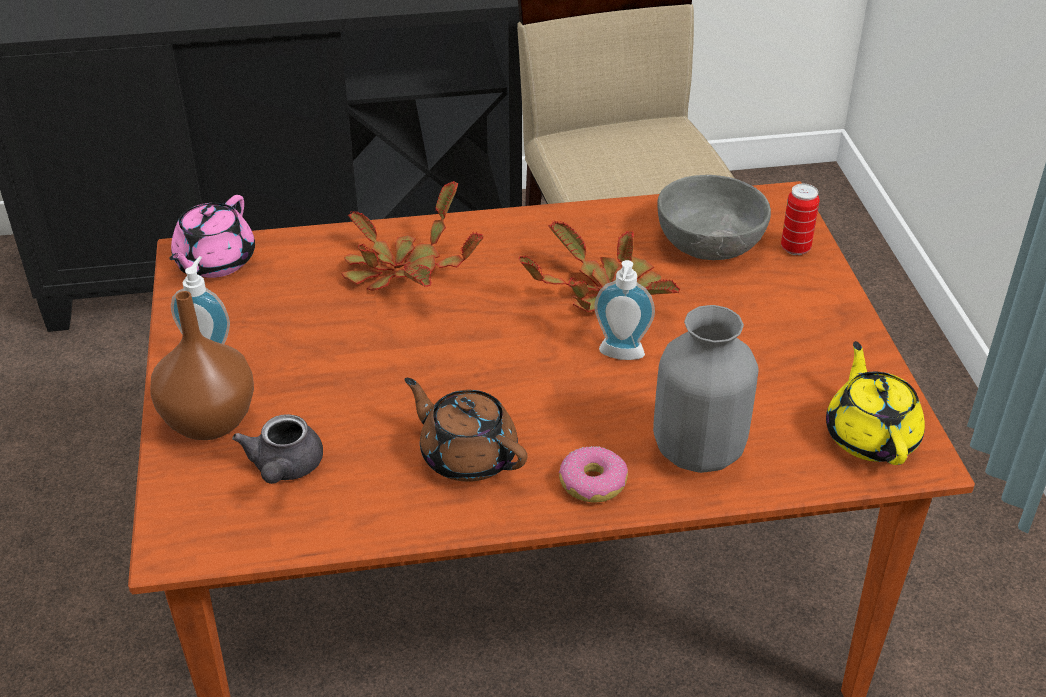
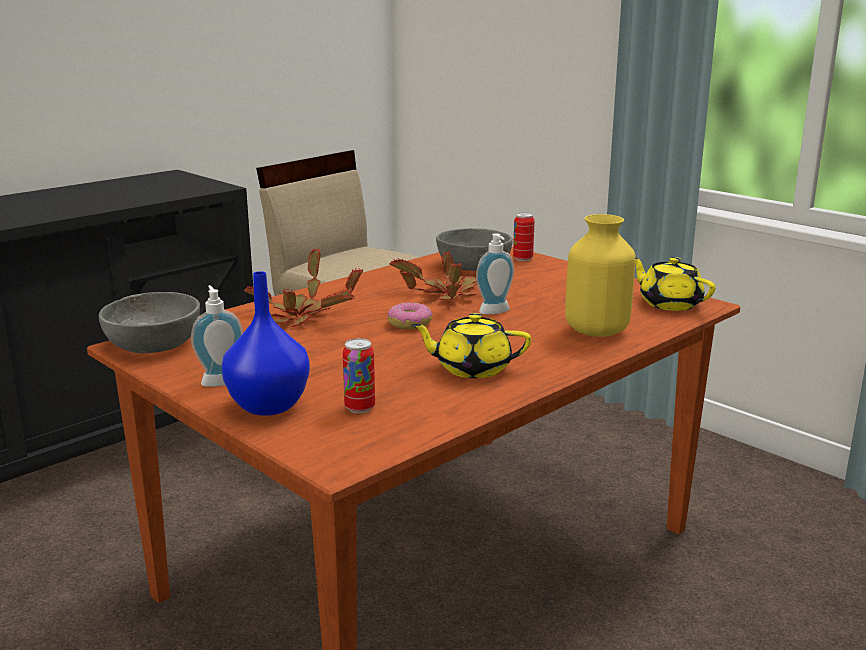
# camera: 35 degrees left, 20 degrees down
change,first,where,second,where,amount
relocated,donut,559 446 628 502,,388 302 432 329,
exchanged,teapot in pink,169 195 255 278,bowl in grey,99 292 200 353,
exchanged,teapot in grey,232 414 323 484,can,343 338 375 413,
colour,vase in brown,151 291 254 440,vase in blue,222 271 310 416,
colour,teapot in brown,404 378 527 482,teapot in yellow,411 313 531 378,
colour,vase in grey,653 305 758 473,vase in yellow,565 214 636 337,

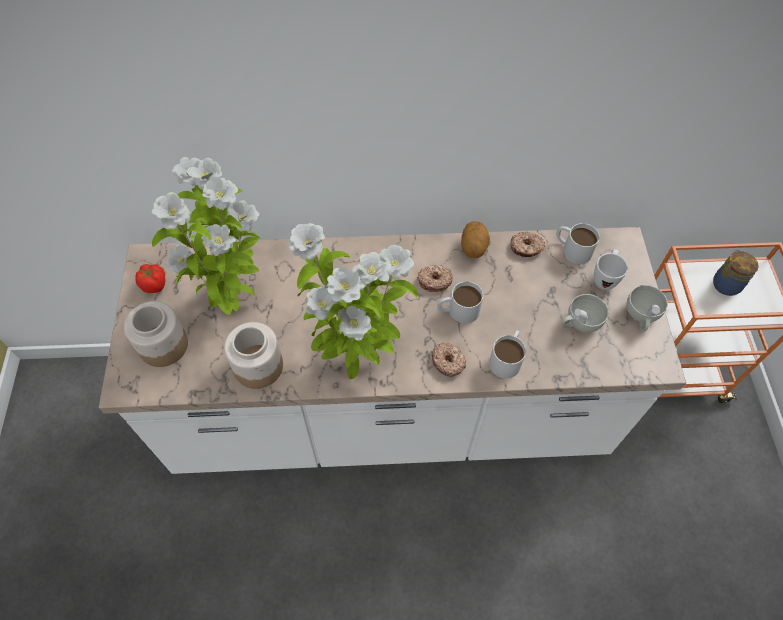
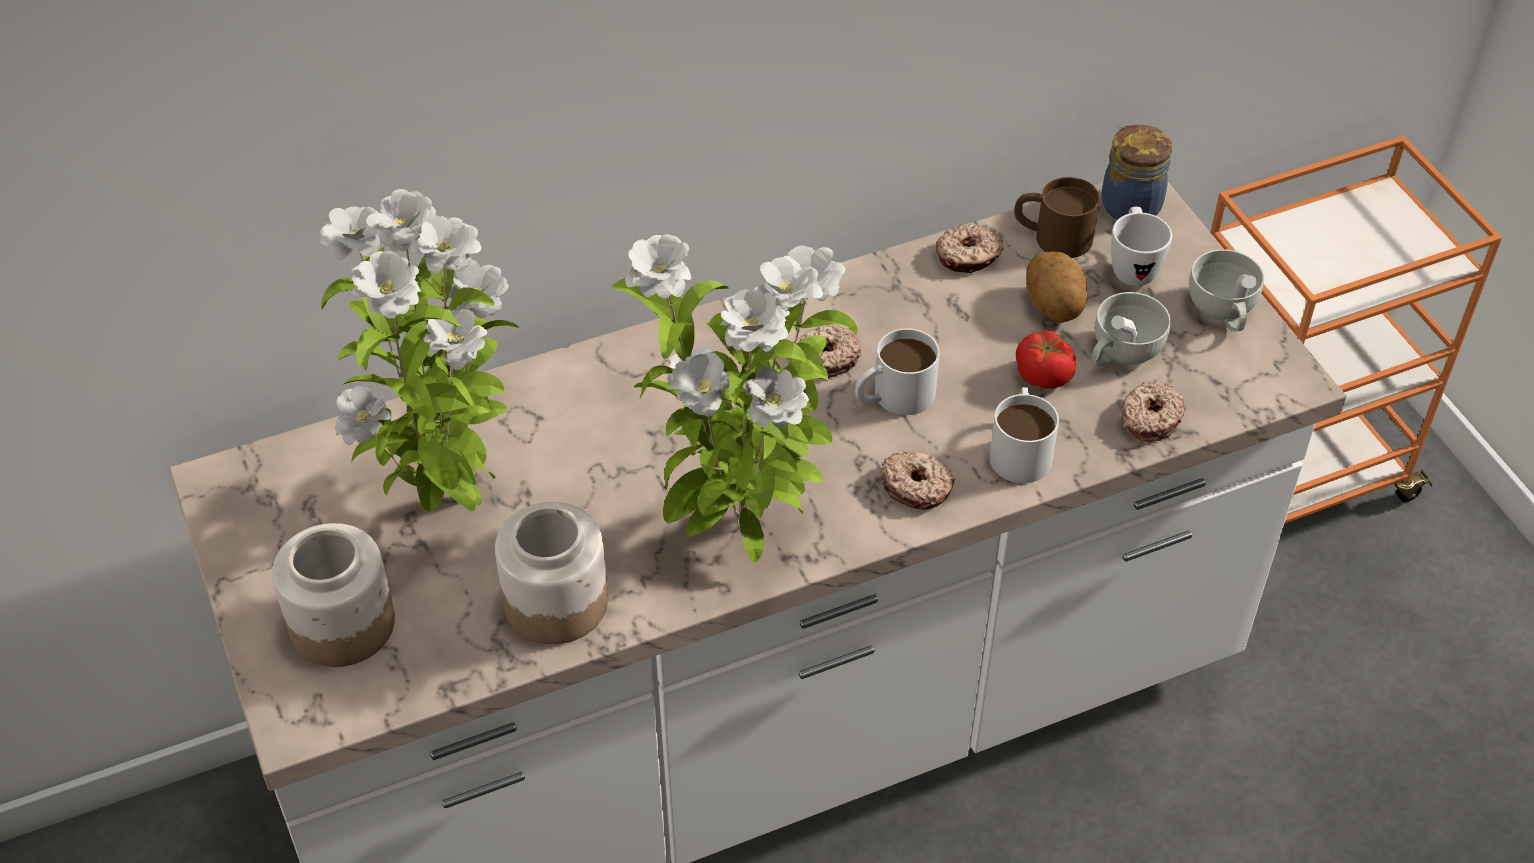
# camera: 20 degrees left, 10 degrees down
change,first,where,second,where,amount
appeared,,,donut,1121 380 1186 442,
relocated,tomato,135 264 165 293,,1016 330 1076 389,
relocated,potato,461 221 490 258,,1027 251 1087 322,
relocated,jar,713 250 759 296,,1102 124 1172 220,
colour,mug in white,556 223 600 264,mug in brown,1015 177 1100 258,

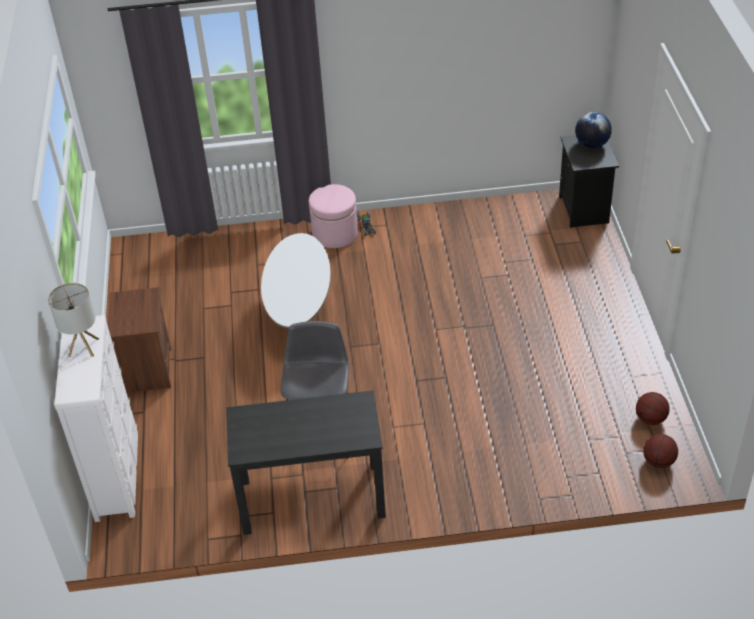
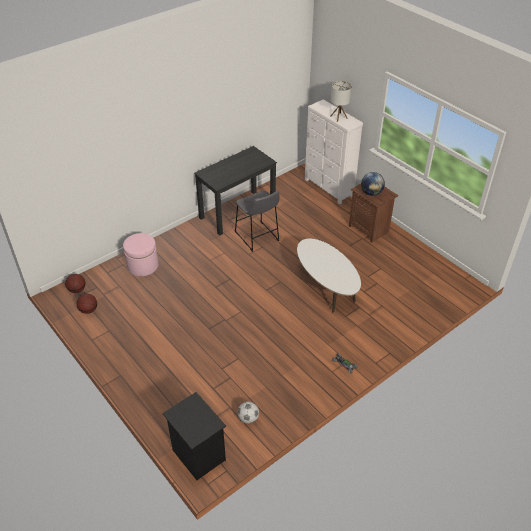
# camera: 145 degrees right, 0 degrees up
change,first,where,second,where,amount
appeared,,,football,238 401 259 423,
relocated,ottoman in pink,309 184 358 248,,123 233 158 276,
relocated,globe,575 112 612 148,,361 172 385 196,

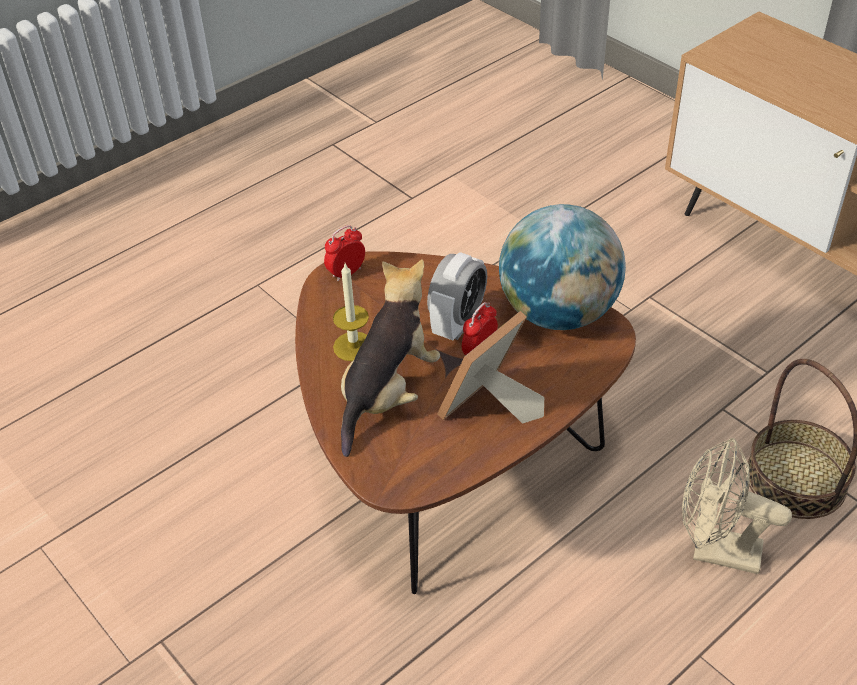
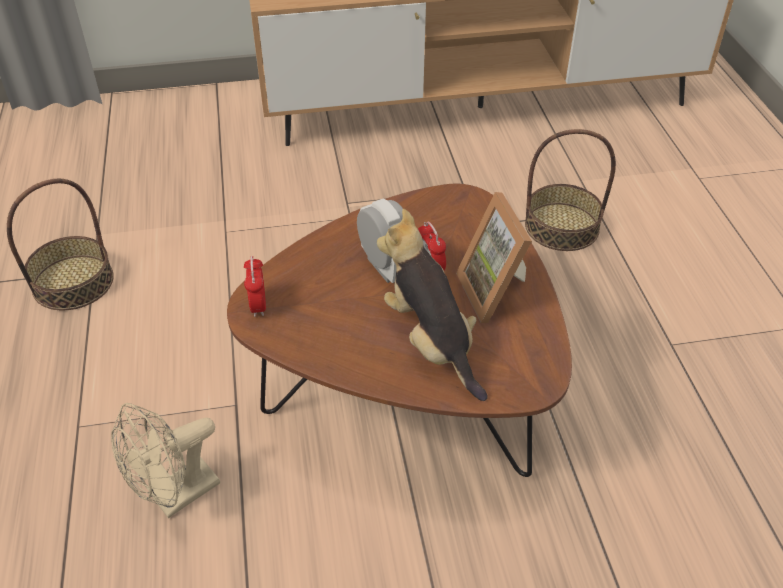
# camera: 60 degrees left, 0 degrees up
change,first,where,second,where,amount
missing,candle,333 264 369 361,,,
missing,globe,499 204 626 330,,,
appeared,,,basket,7 179 114 311,
relocated,fan in beige,682 438 792 574,,111 403 220 518,

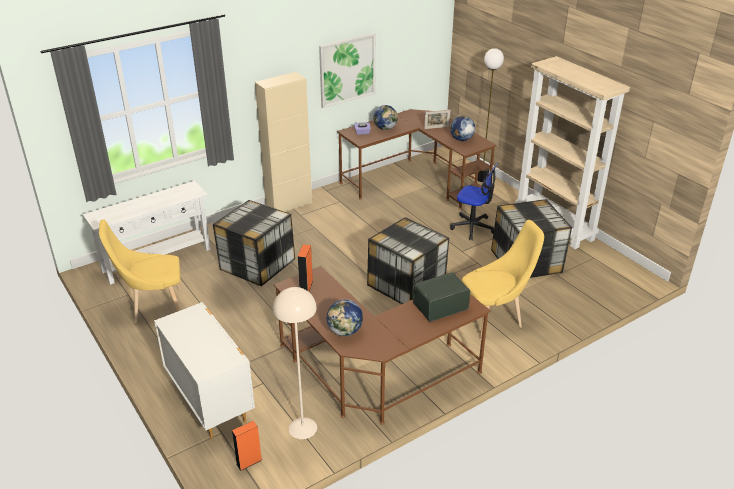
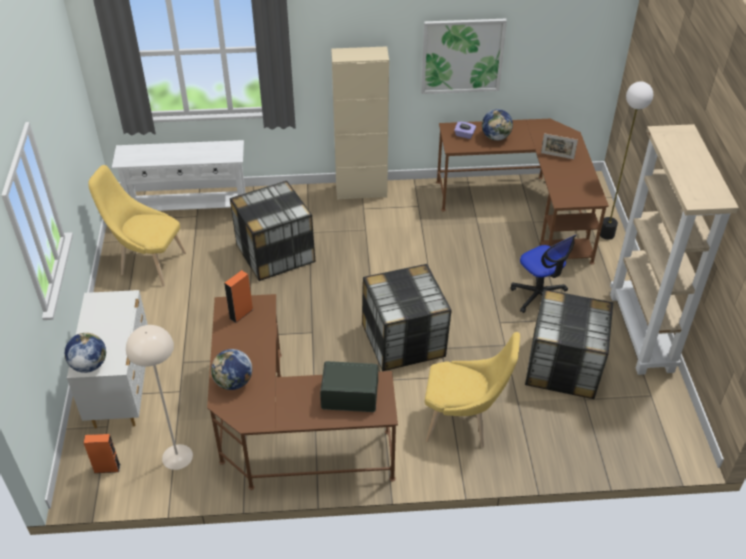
# camera: 30 degrees right, 10 degrees up
change,first,where,second,where,amount
relocated,globe,450 116 475 141,,65 333 106 373,

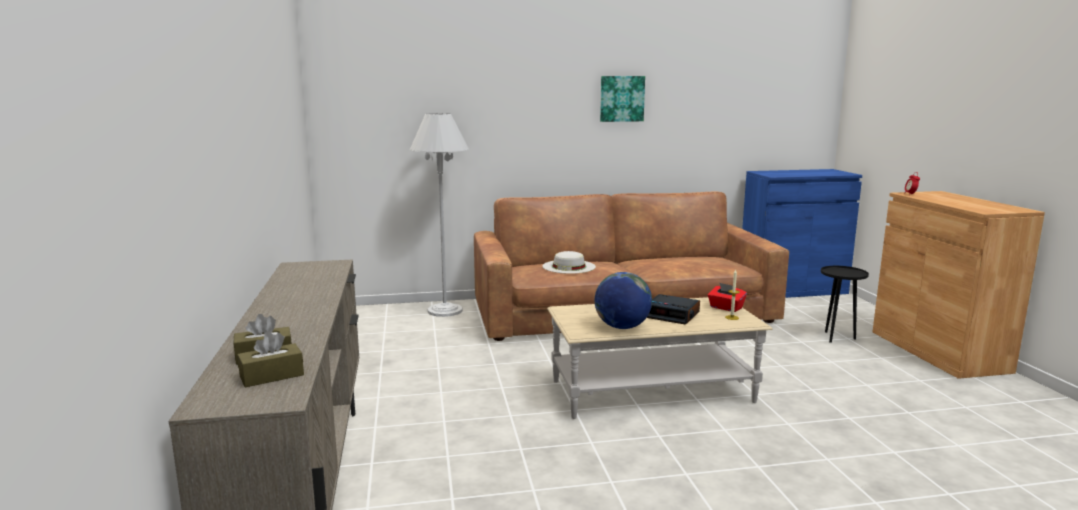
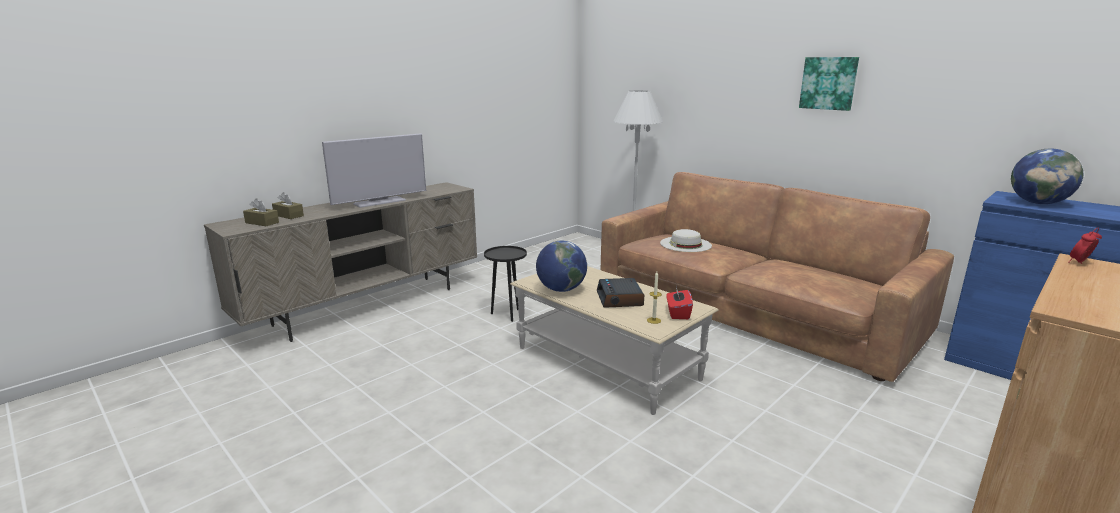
# camera: 55 degrees right, 5 degrees up
change,first,where,second,where,amount
appeared,,,television,322 133 426 208,
appeared,,,globe,1011 149 1083 204,
relocated,side table in black,821 266 869 343,,484 246 527 322,

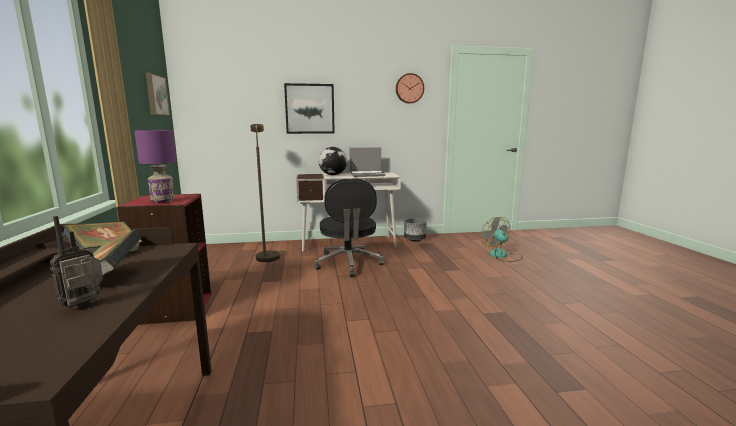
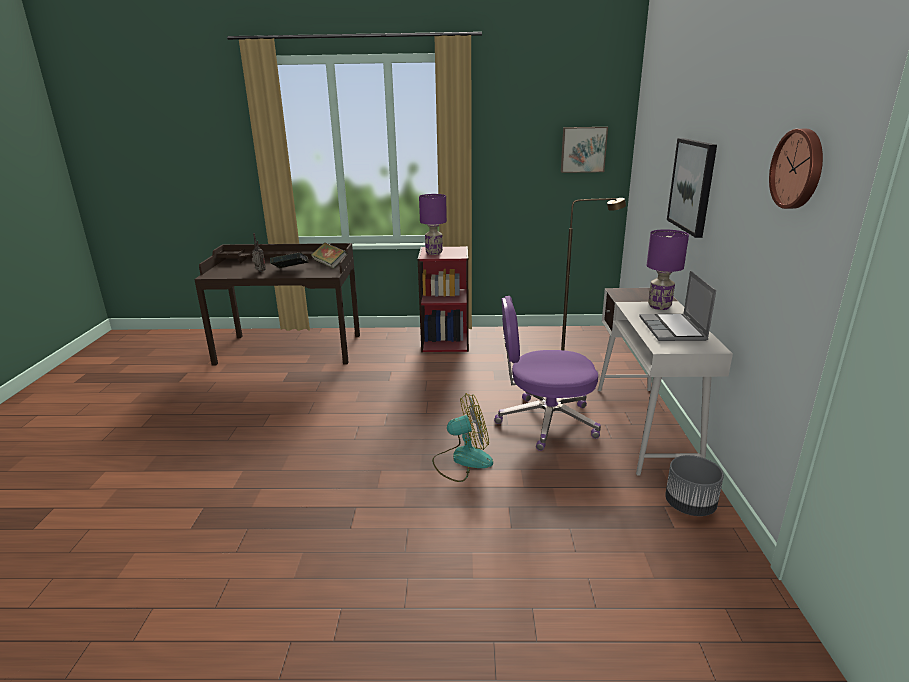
# camera: 100 degrees right, 10 degrees up
change,first,where,second,where,amount
relocated,fan,481 217 523 262,,432 393 493 482,
exchanged,globe,319 147 347 175,table lamp in purple,647 229 689 310,
colour,office chair in black,314 179 384 277,office chair in purple,494 296 601 451,

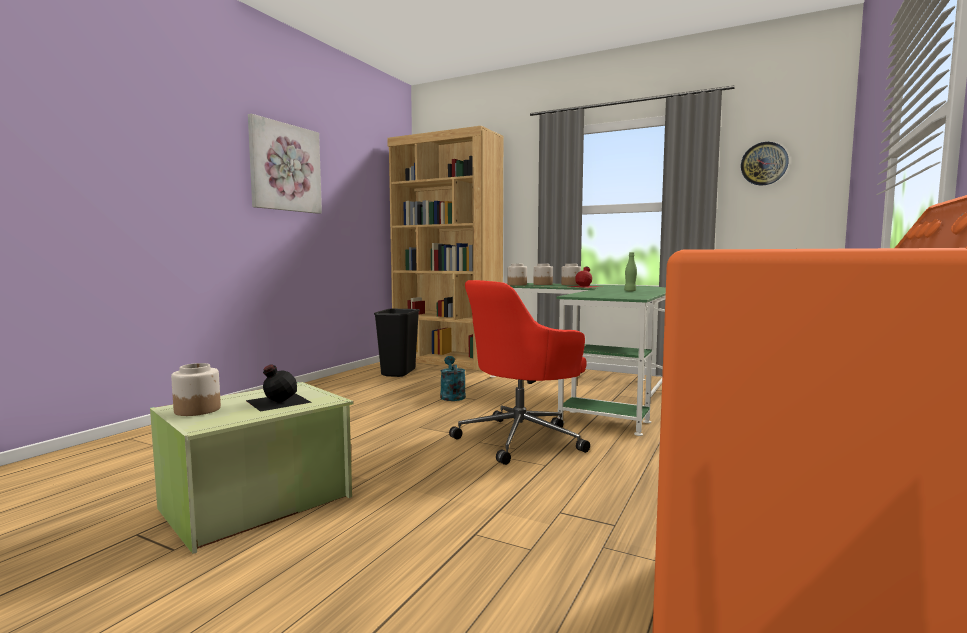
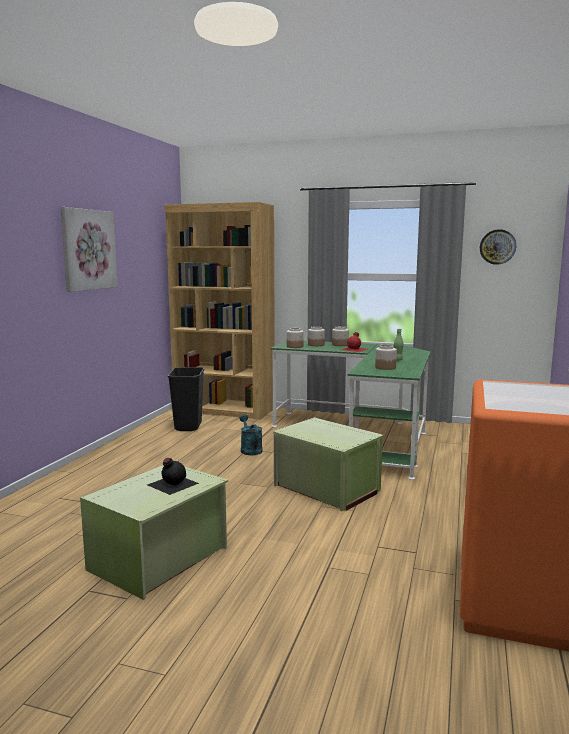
# camera: 10 degrees left, 5 degrees up
change,first,where,second,where,amount
relocated,jar,171 363 221 416,,375 345 397 370,
exchanged,office chair in red,449 280 590 465,storage box in green,273 417 384 511,

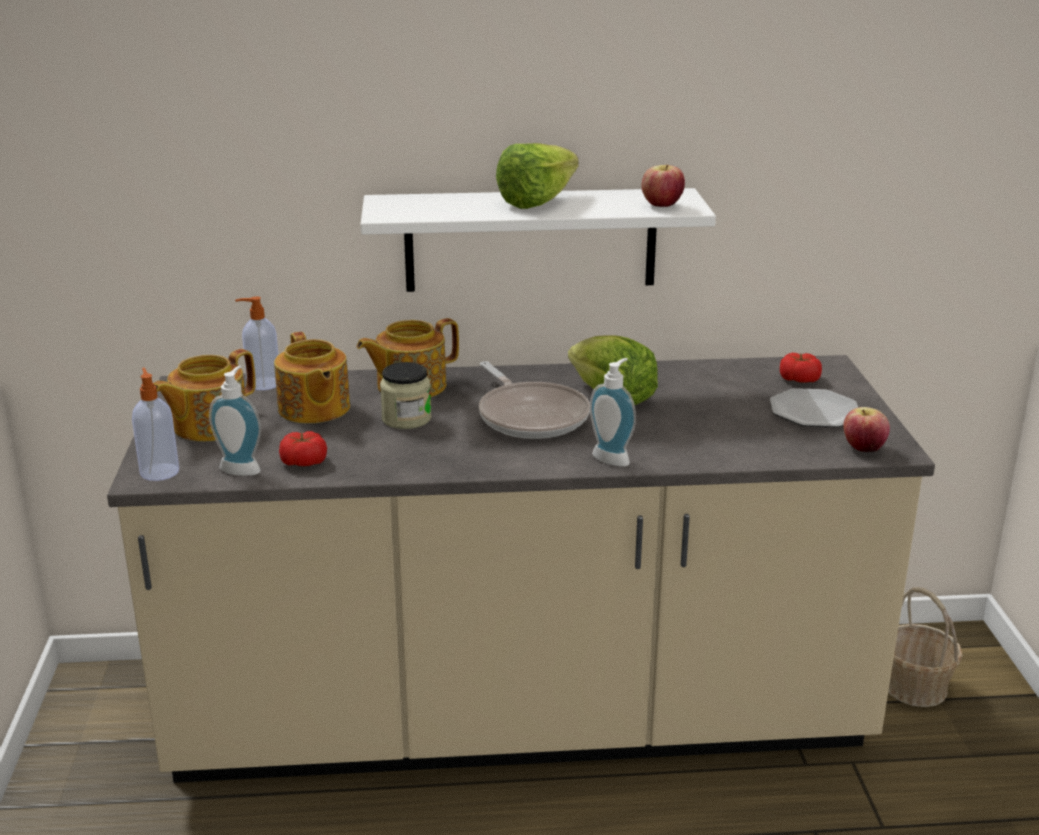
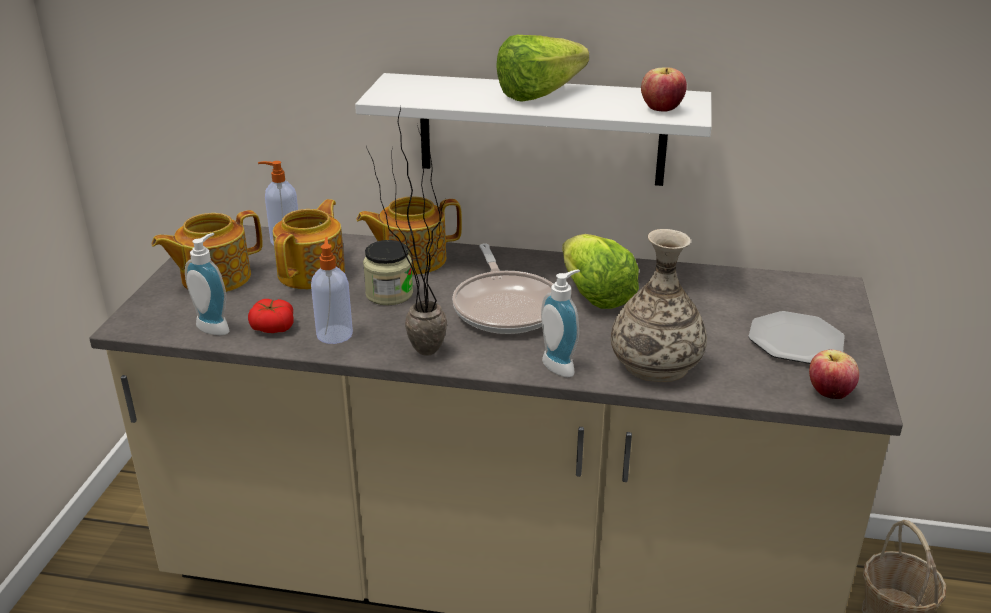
# camera: 15 degrees right, 5 degrees up
change,first,where,second,where,amount
missing,tomato,780 353 822 383,,,
appeared,,,potted plant,366 106 447 356,
appeared,,,vase,611 229 707 382,
relocated,soap dispenser,132 367 179 481,,311 237 353 344,
spun,teapot,274 332 350 423,,273 199 345 289,150 degrees counterclockwise

